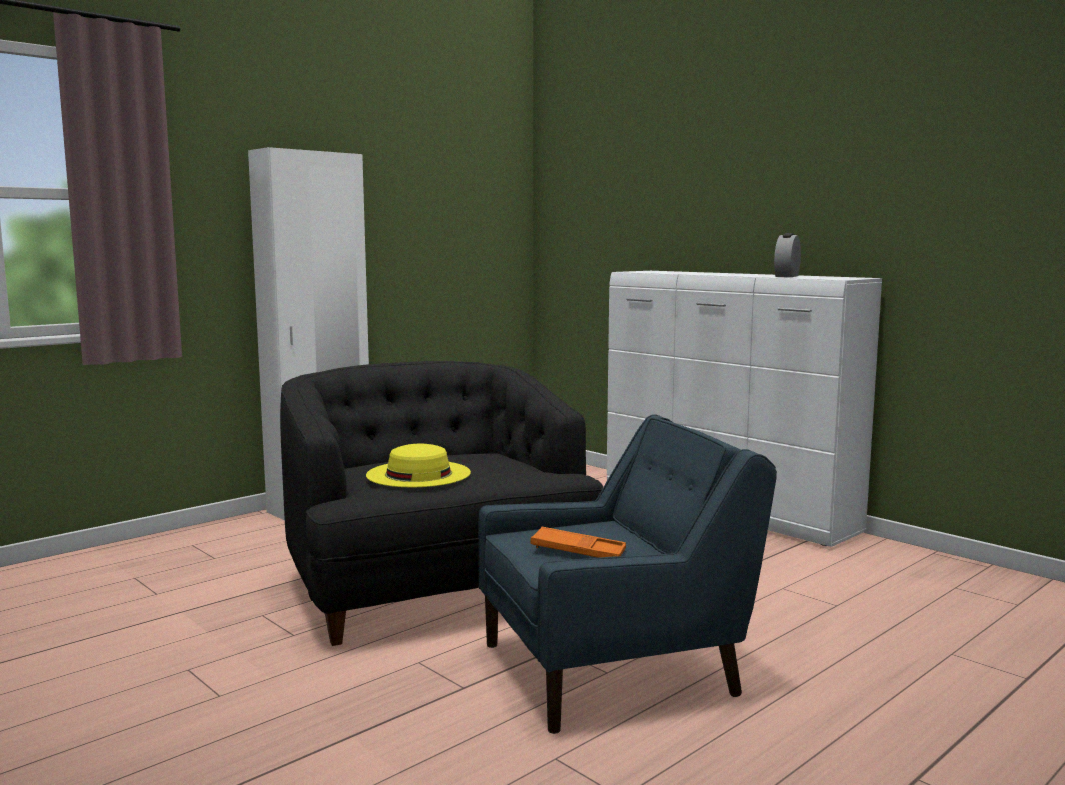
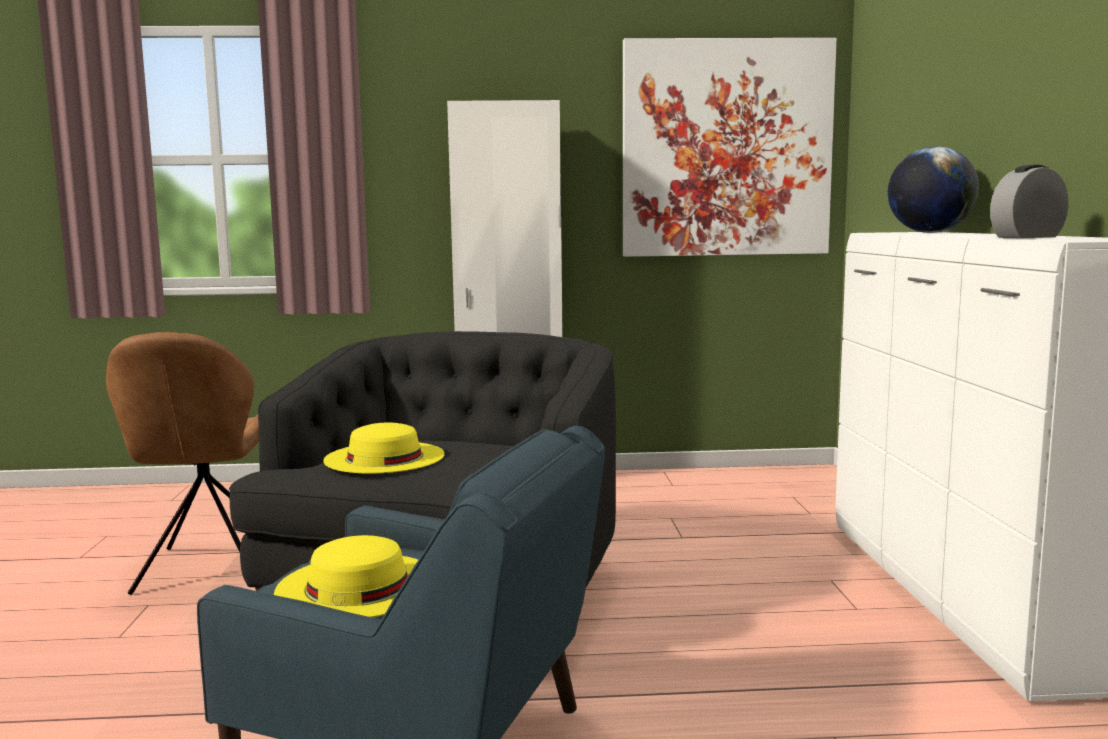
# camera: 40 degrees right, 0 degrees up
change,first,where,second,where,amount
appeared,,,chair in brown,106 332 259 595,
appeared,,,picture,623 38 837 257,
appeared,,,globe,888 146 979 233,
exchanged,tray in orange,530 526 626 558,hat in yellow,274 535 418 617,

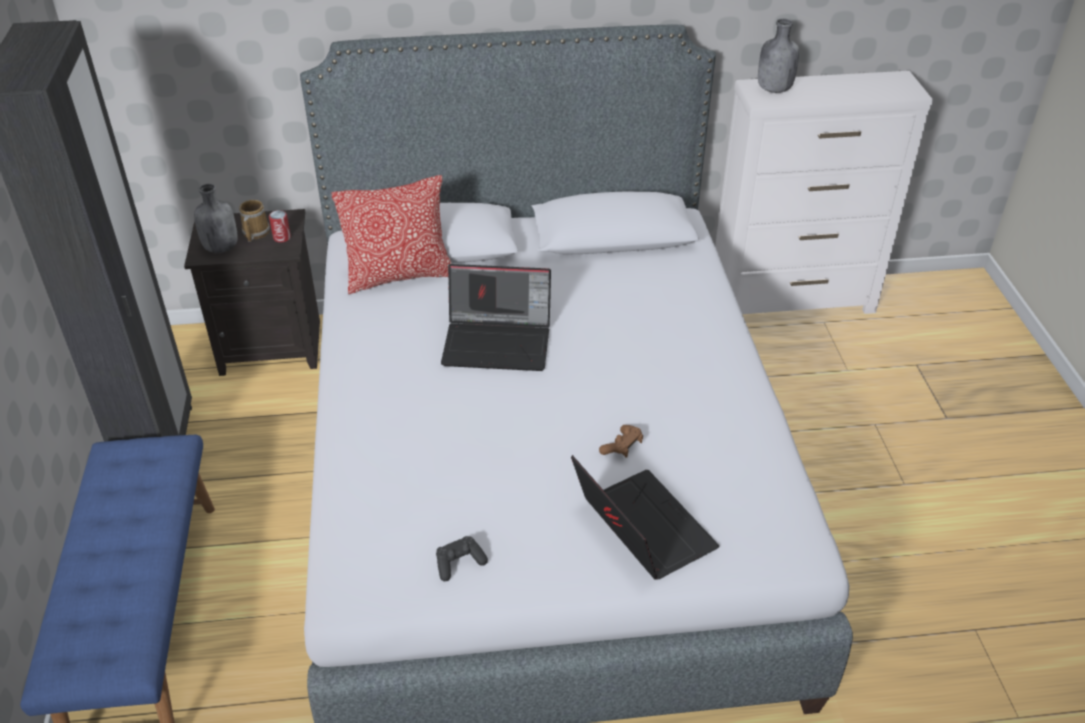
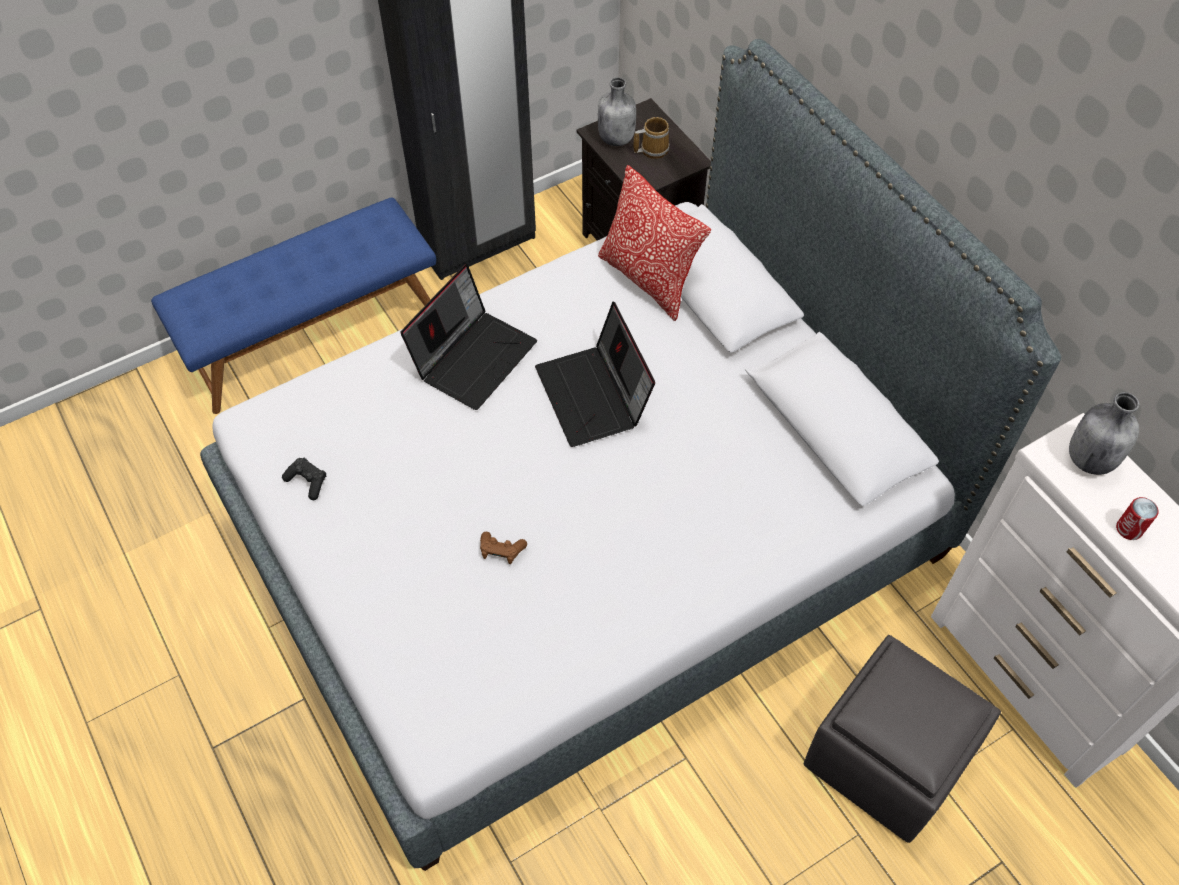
# camera: 65 degrees right, 15 degrees up
change,first,where,second,where,amount
appeared,,,ottoman in grey,804 635 1001 843,
relocated,can,269 210 291 243,,1116 497 1159 540,
relocated,laptop,571 455 719 580,,400 264 537 410,

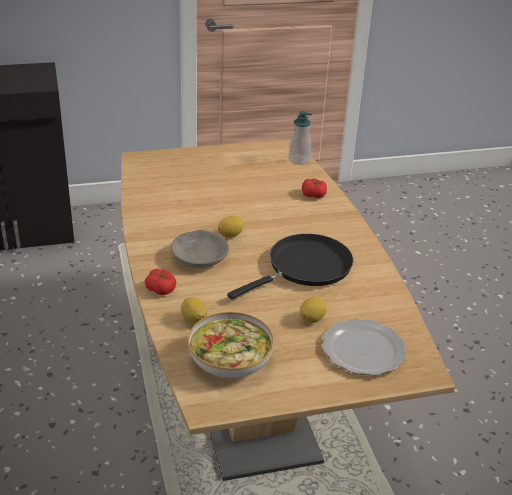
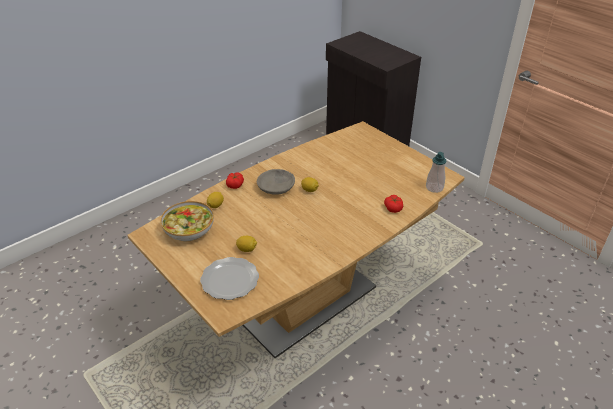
# camera: 65 degrees right, 5 degrees up
change,first,where,second,where,amount
missing,frying pan in black,227 234 353 299,,,

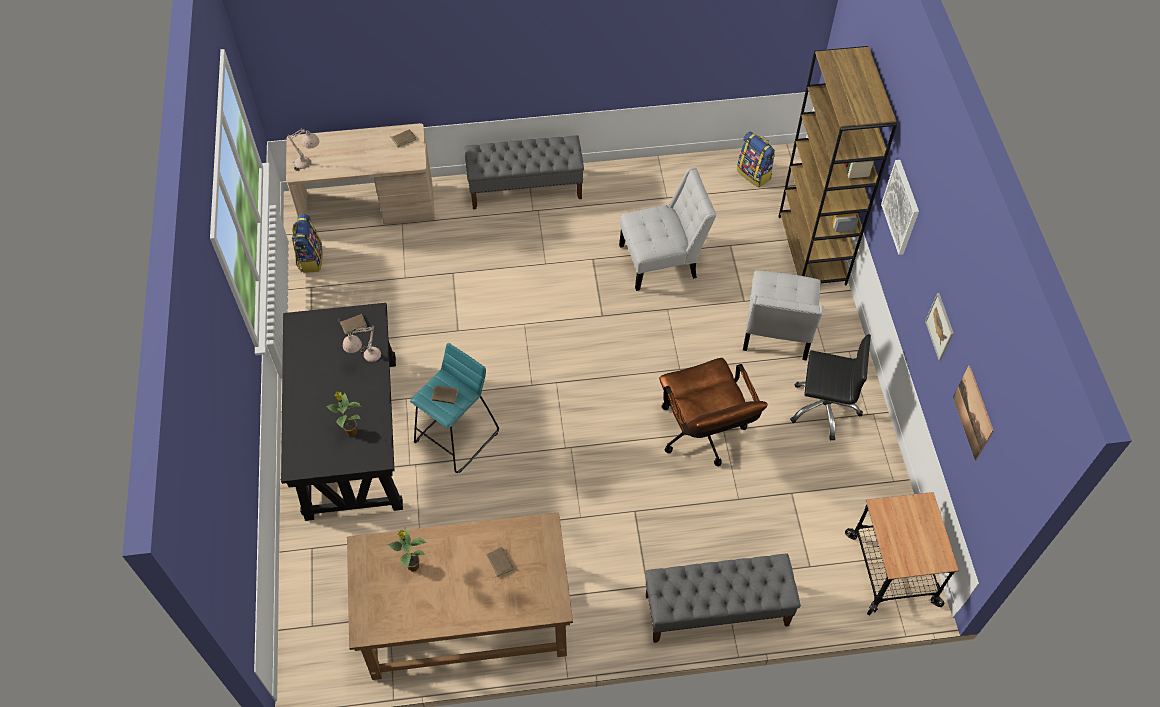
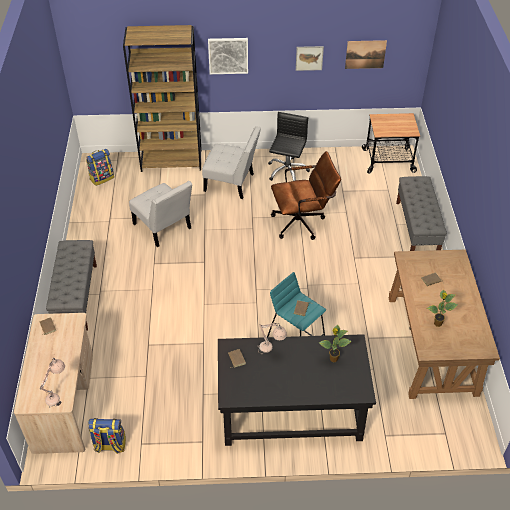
# camera: 85 degrees left, 10 degrees down
change,first,where,second,where,amount
spun,chair in white,619 168 717 291,,129 181 192 247,150 degrees clockwise

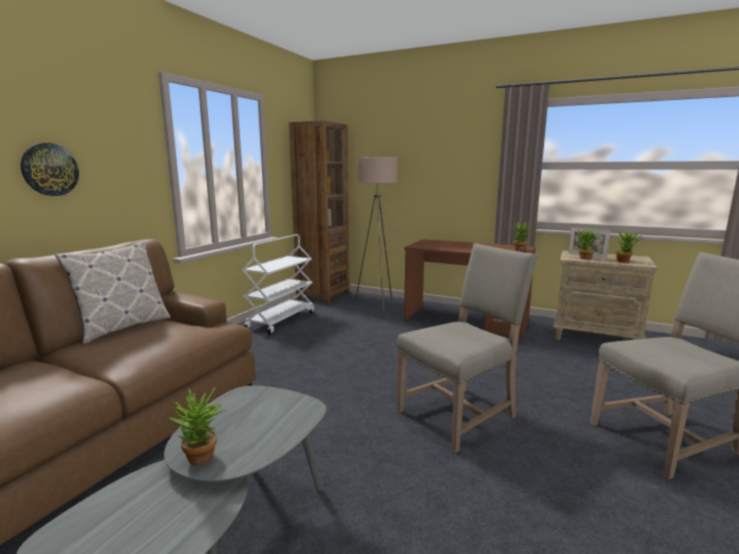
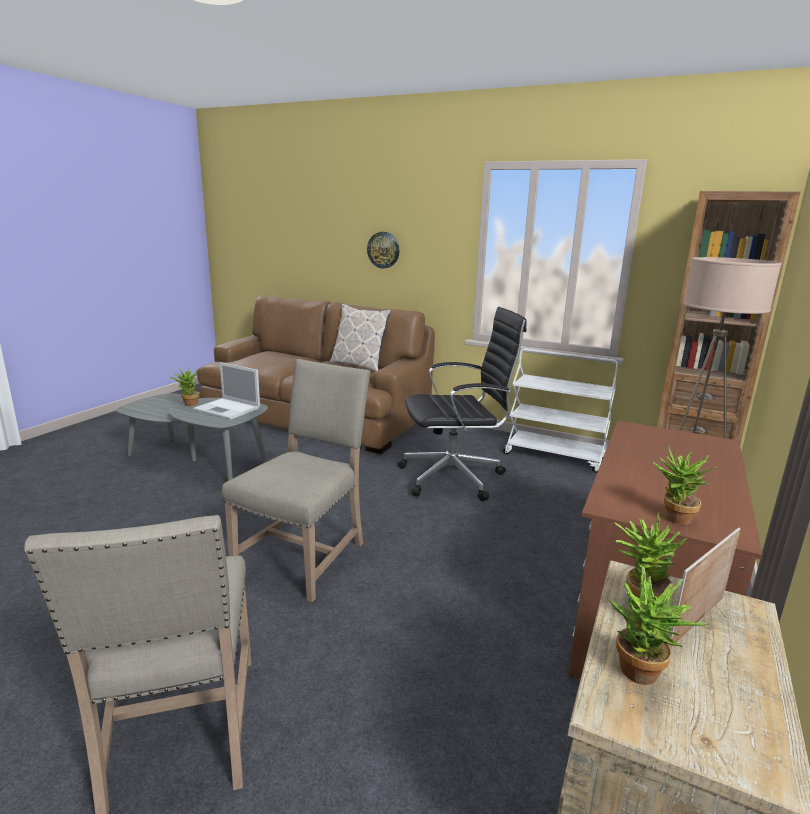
# camera: 90 degrees right, 5 degrees up
change,first,where,second,where,amount
appeared,,,laptop,193 362 260 420,
appeared,,,office chair in black,398 307 527 501,
spun,chair in beige,397 243 538 453,,222 359 370 602,120 degrees counterclockwise

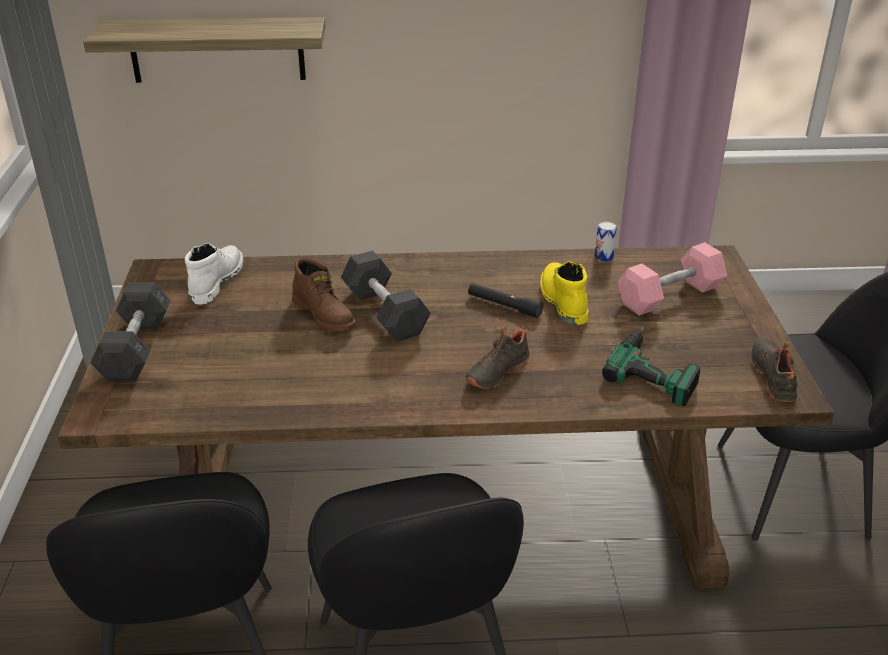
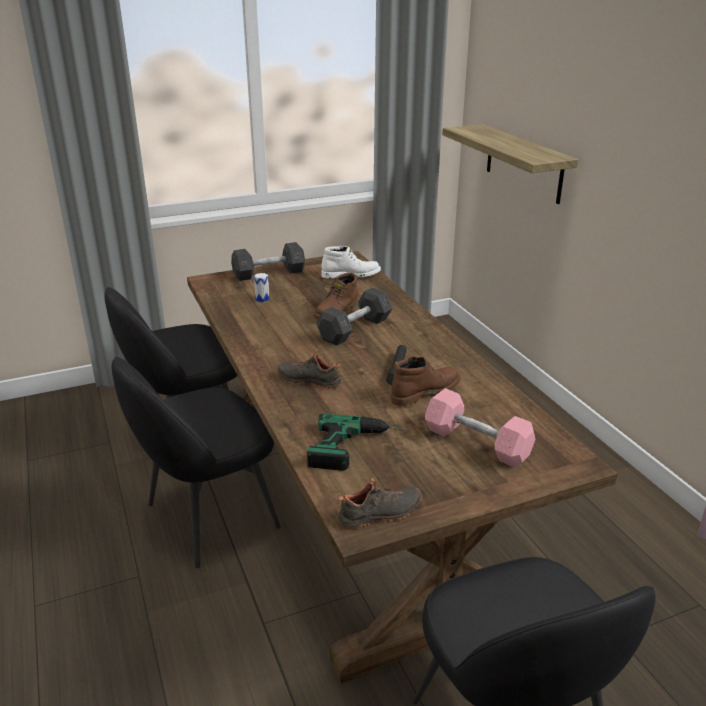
# camera: 70 degrees right, 5 degrees down
change,first,where,second,where,amount
relocated,can,594 222 617 262,,254 273 270 302,
colour,boot in yellow,540 262 589 325,boot in brown,391 356 460 406,

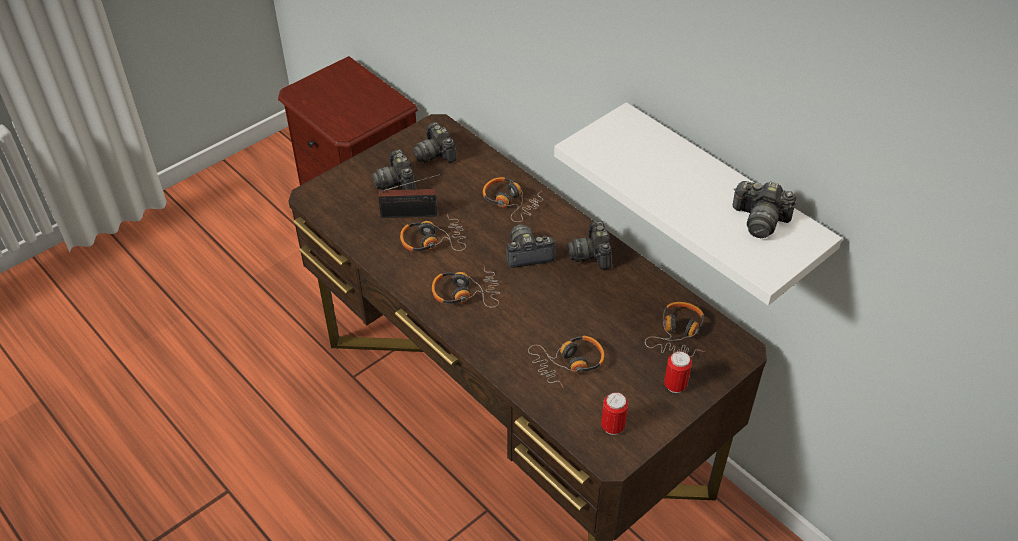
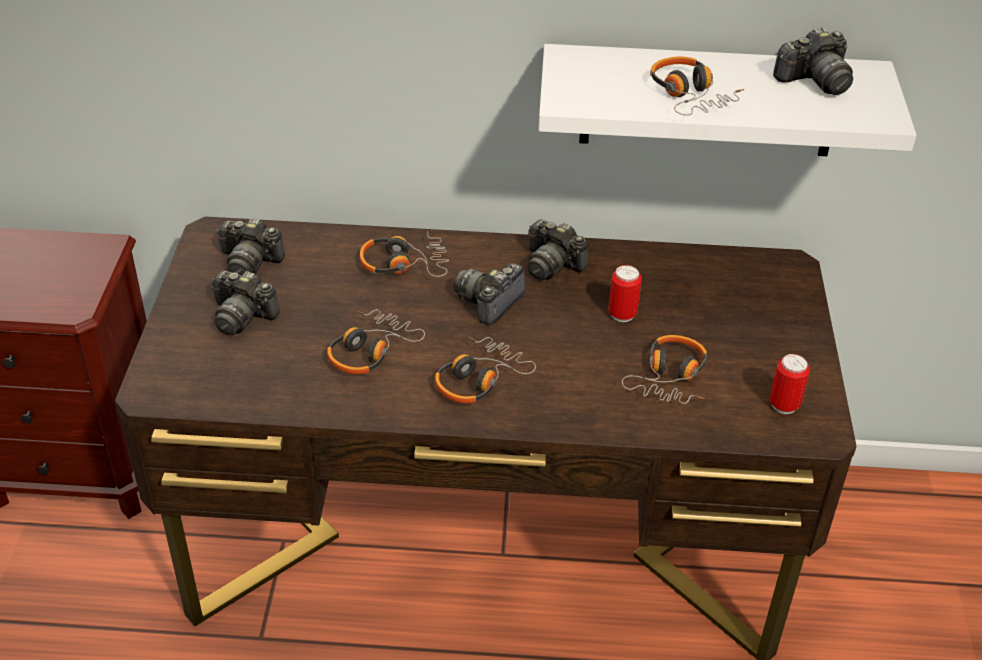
# camera: 45 degrees left, 5 degrees down
change,first,where,second,where,amount
missing,radio,379 174 442 218,,,
relocated,headphones,645 302 705 357,,650 57 744 115,
relocated,can,664 351 692 393,,608 265 642 322,

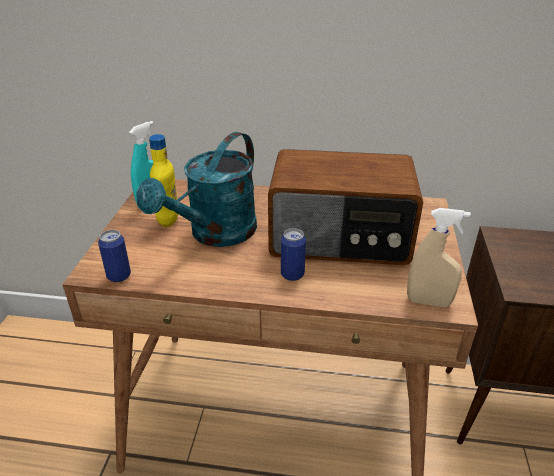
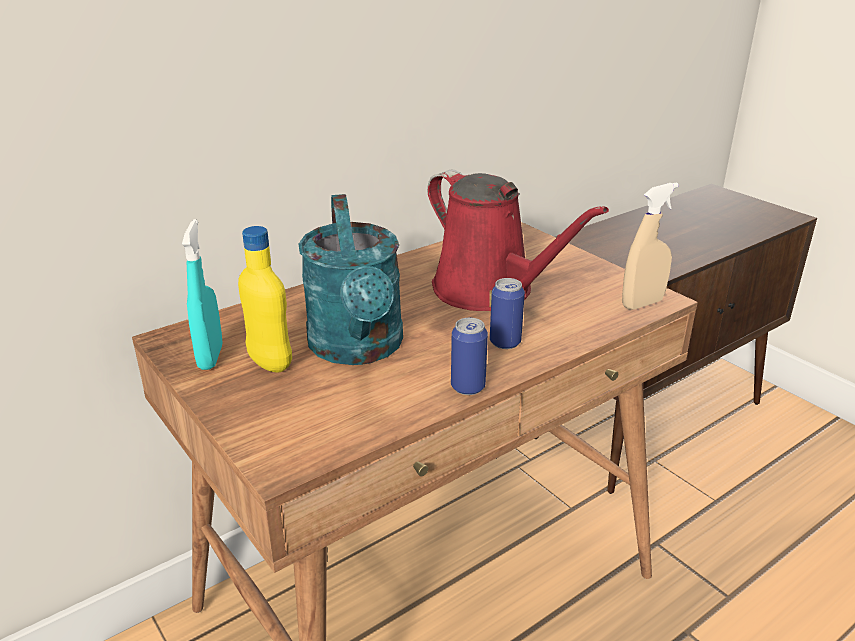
# camera: 45 degrees left, 5 degrees down
change,first,where,second,where,amount
relocated,can,98 230 131 282,,451 318 488 395,
exchanged,radio,268 149 423 265,watering can in red,427 170 609 311,

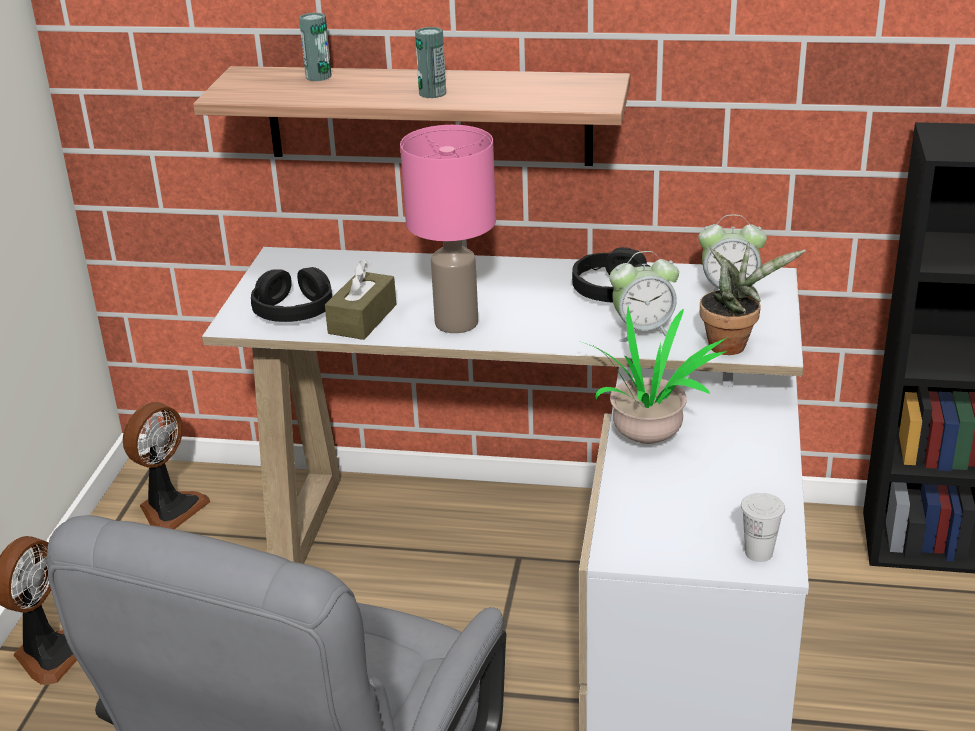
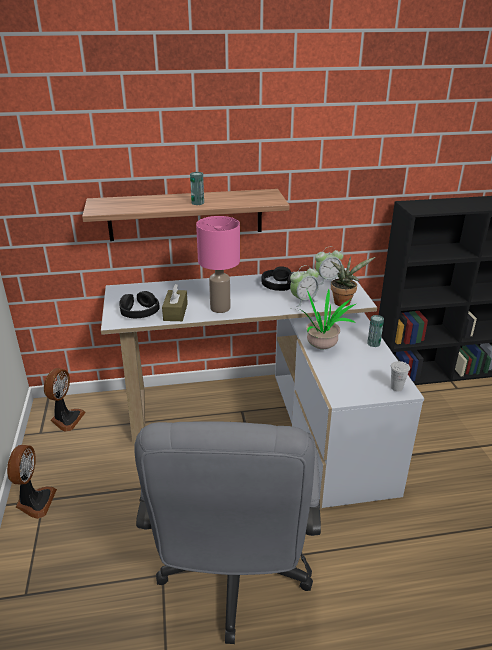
# camera: 20 degrees left, 0 degrees up
change,first,where,second,where,amount
relocated,can,299 13 332 81,,367 315 384 347,

